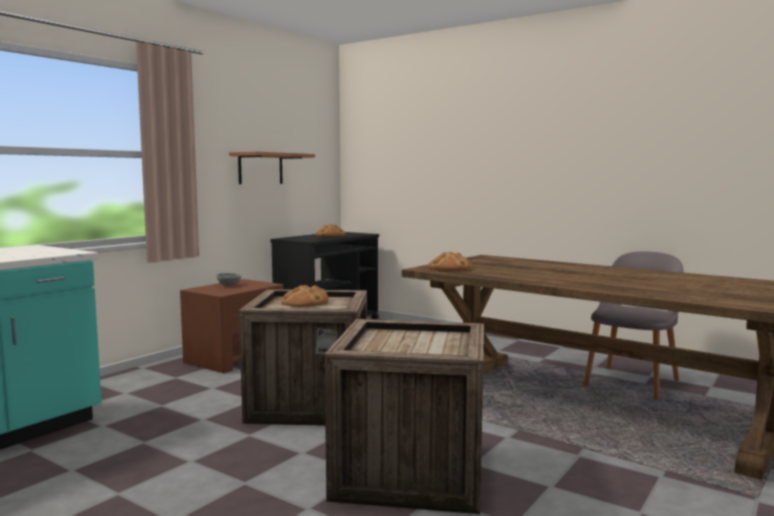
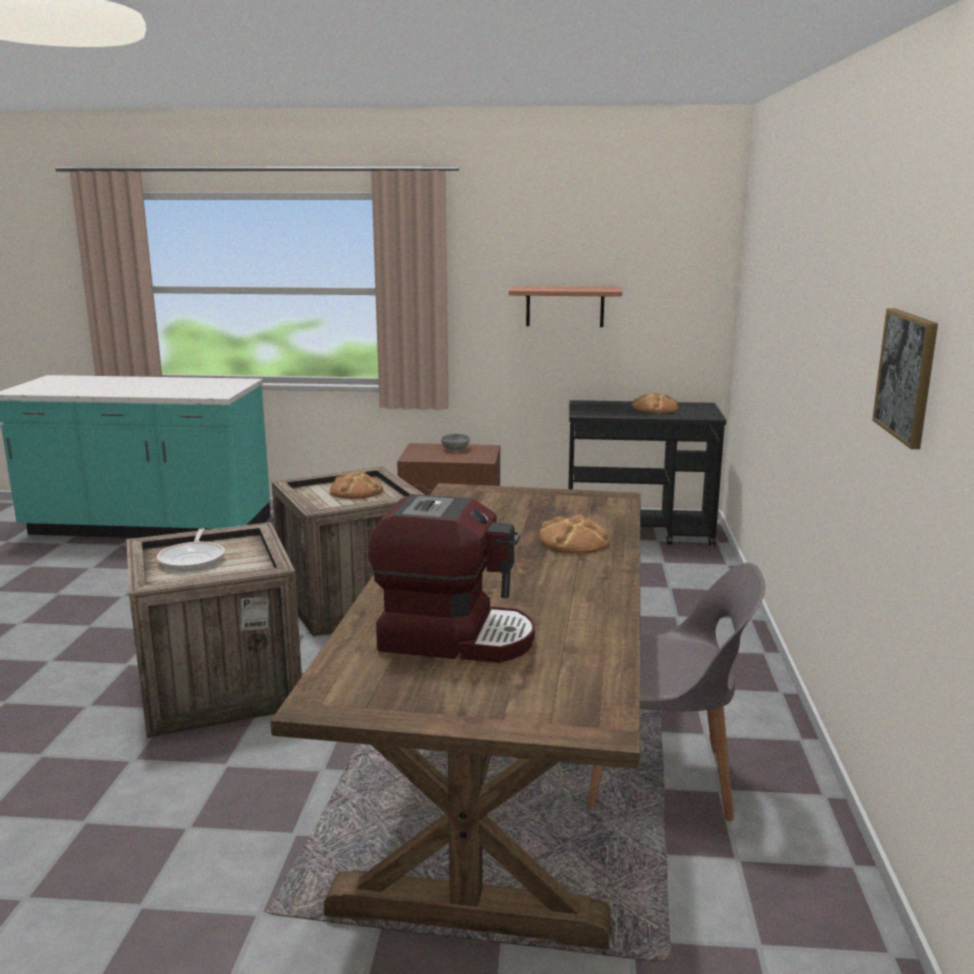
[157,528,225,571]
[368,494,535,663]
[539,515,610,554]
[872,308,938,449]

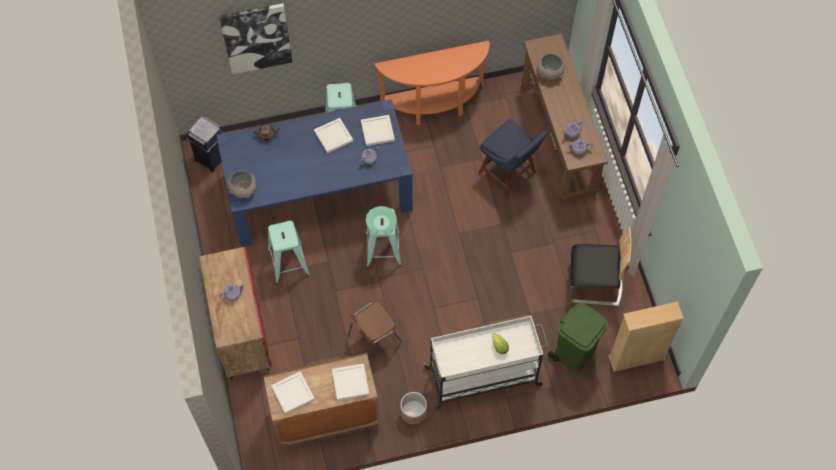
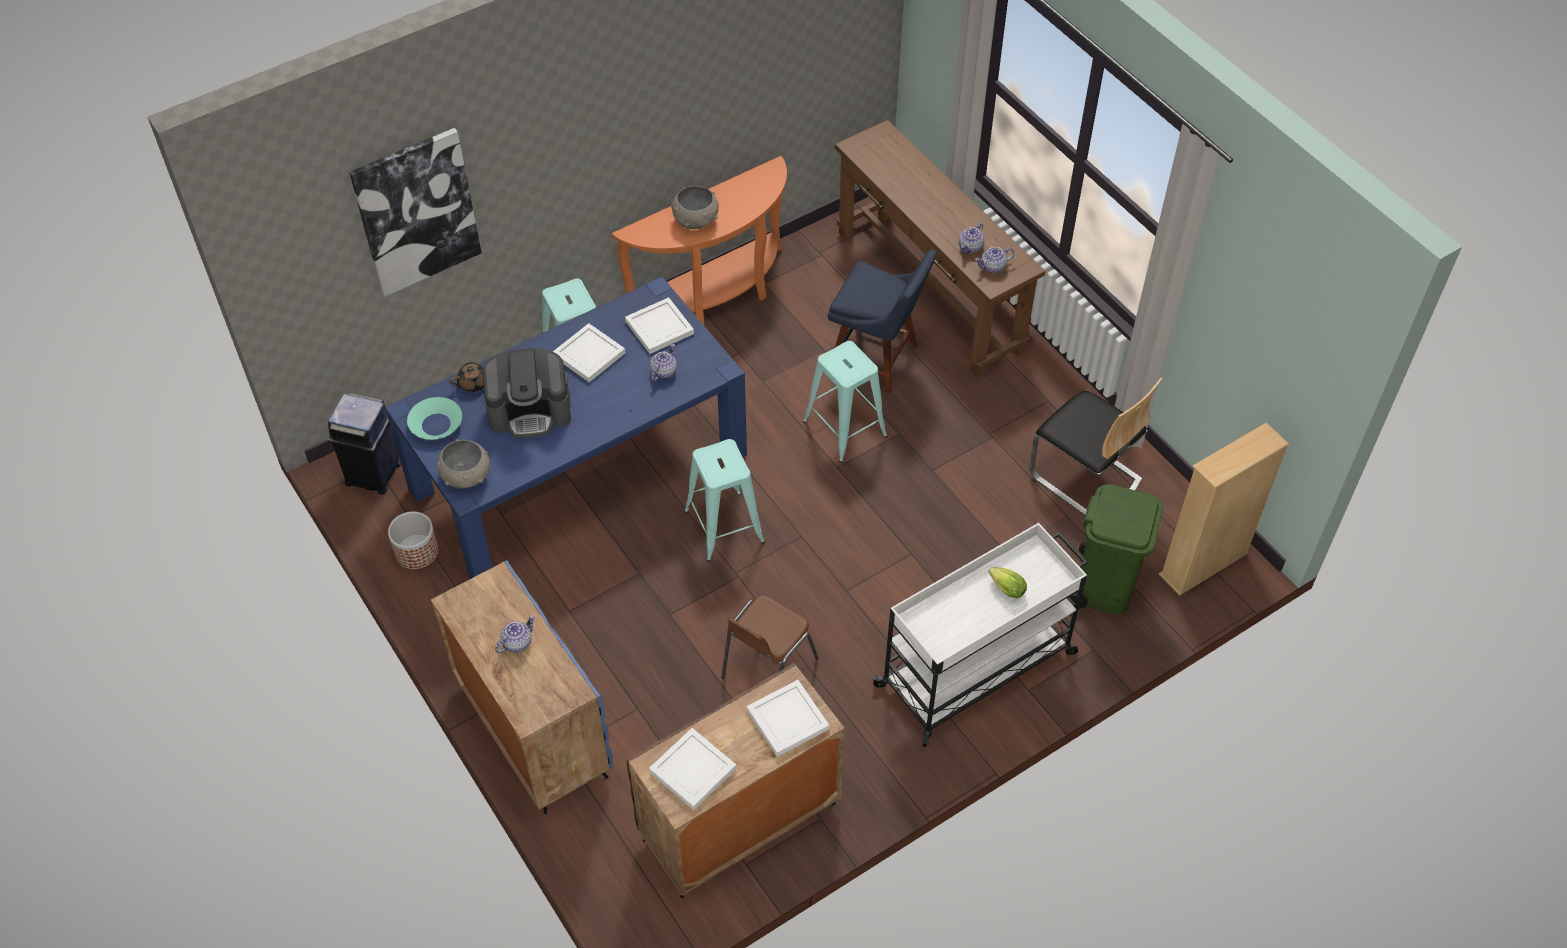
[388,511,439,570]
[407,397,462,440]
[431,560,613,814]
[483,348,571,438]
[671,186,719,229]
[803,341,887,463]
[1029,378,1162,516]

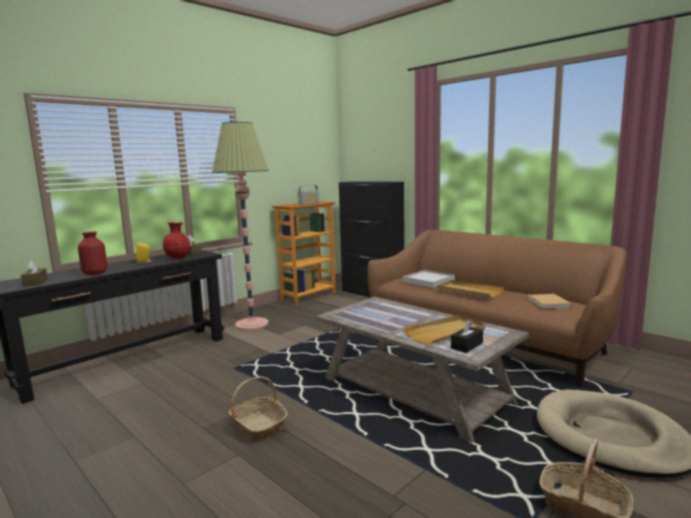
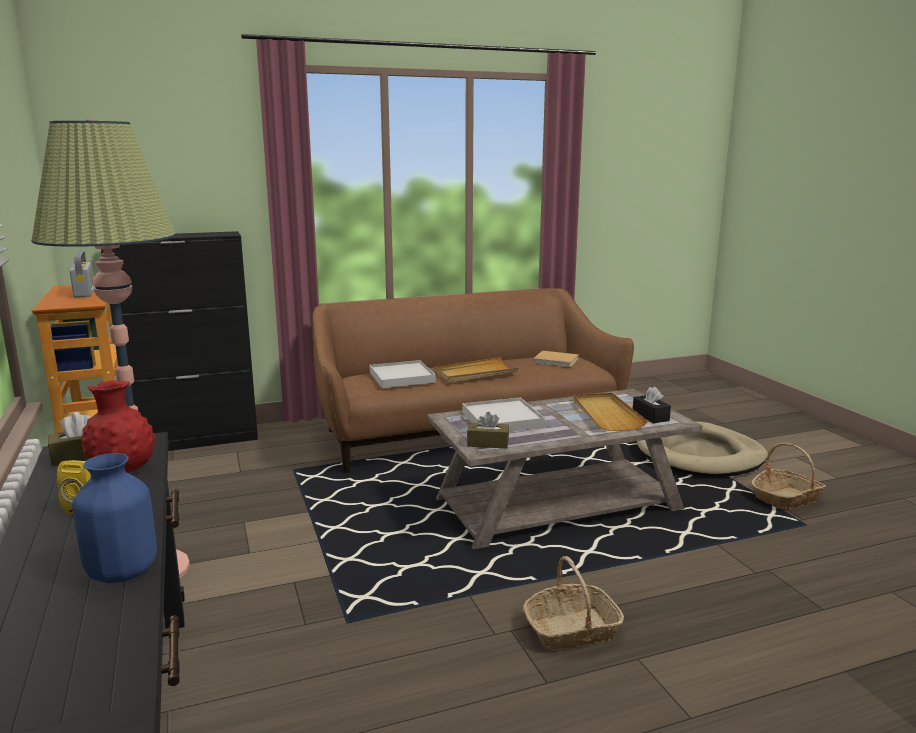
[72,453,157,583]
[462,397,545,431]
[467,412,509,448]

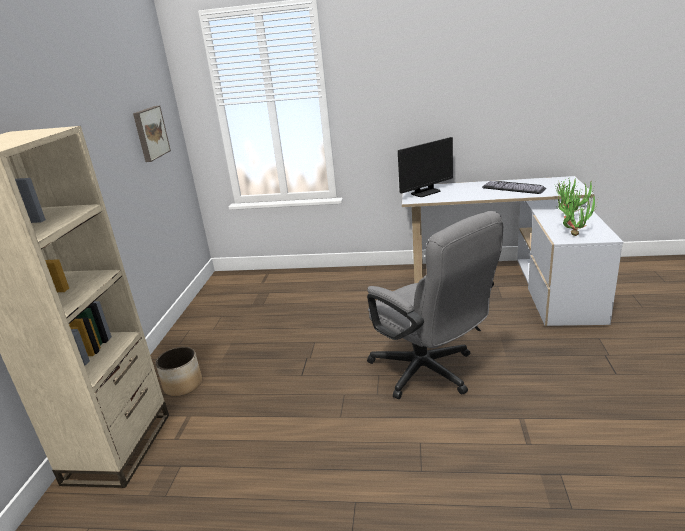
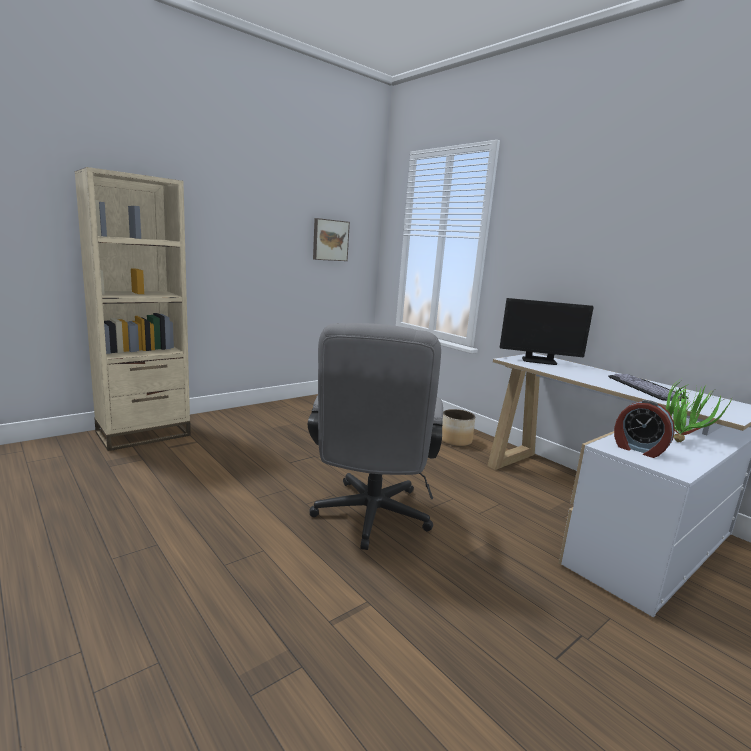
[442,409,475,446]
[614,400,675,458]

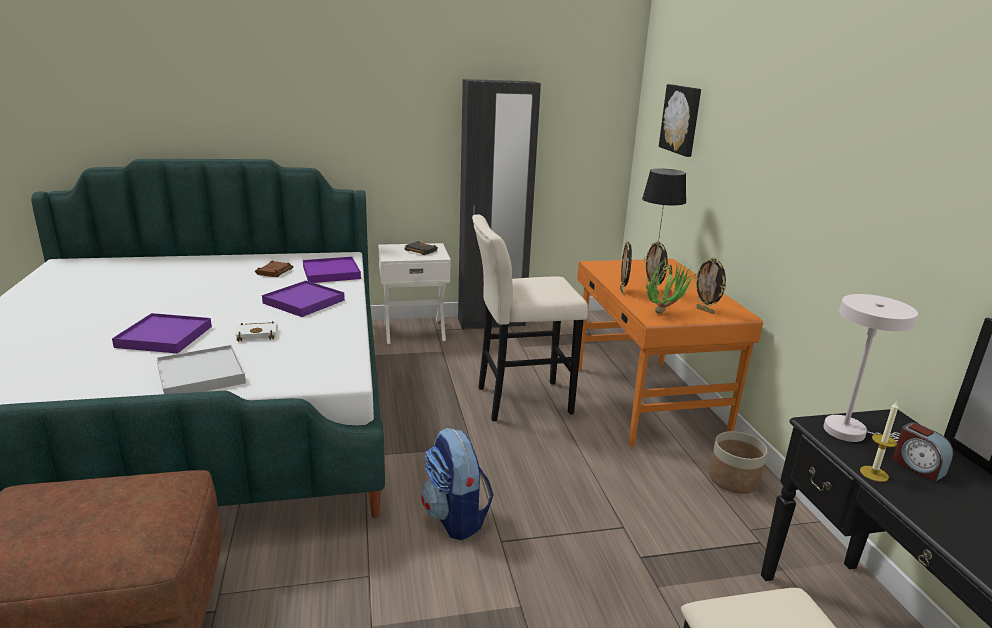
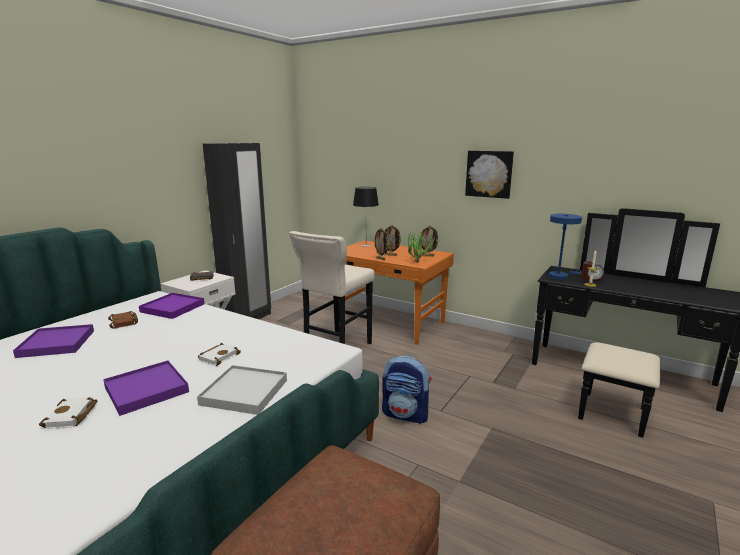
[13,324,94,358]
[39,397,98,429]
[465,151,514,199]
[549,214,582,280]
[709,431,768,494] (first image)

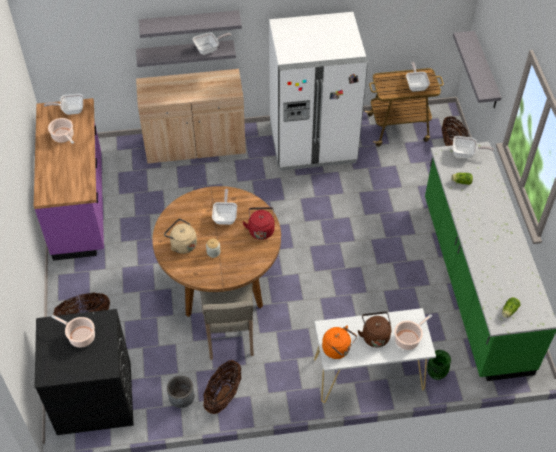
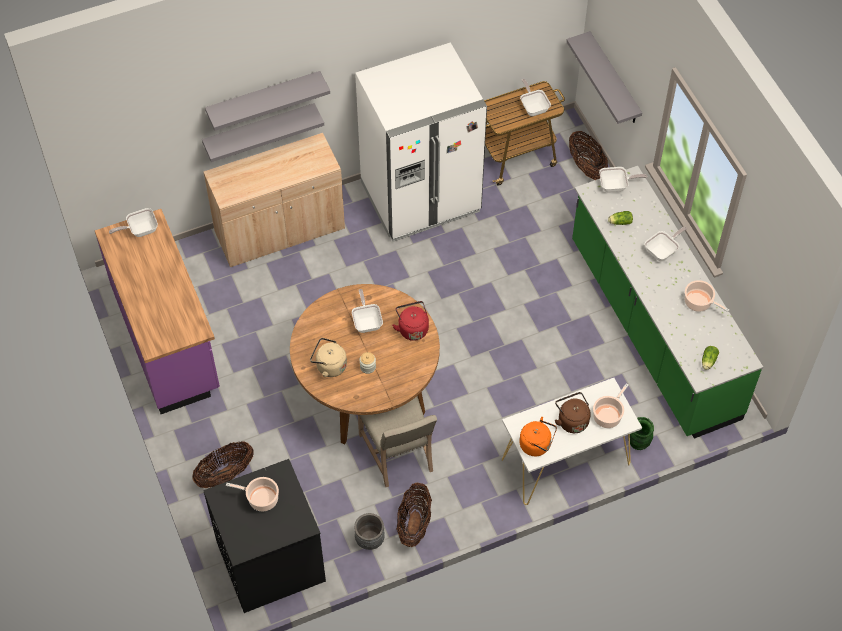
[645,226,687,261]
[684,280,729,312]

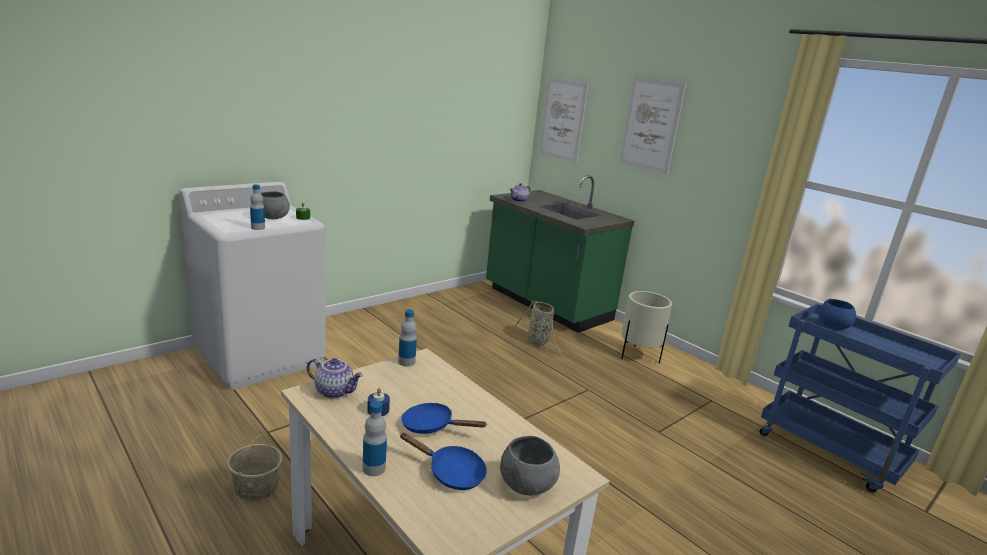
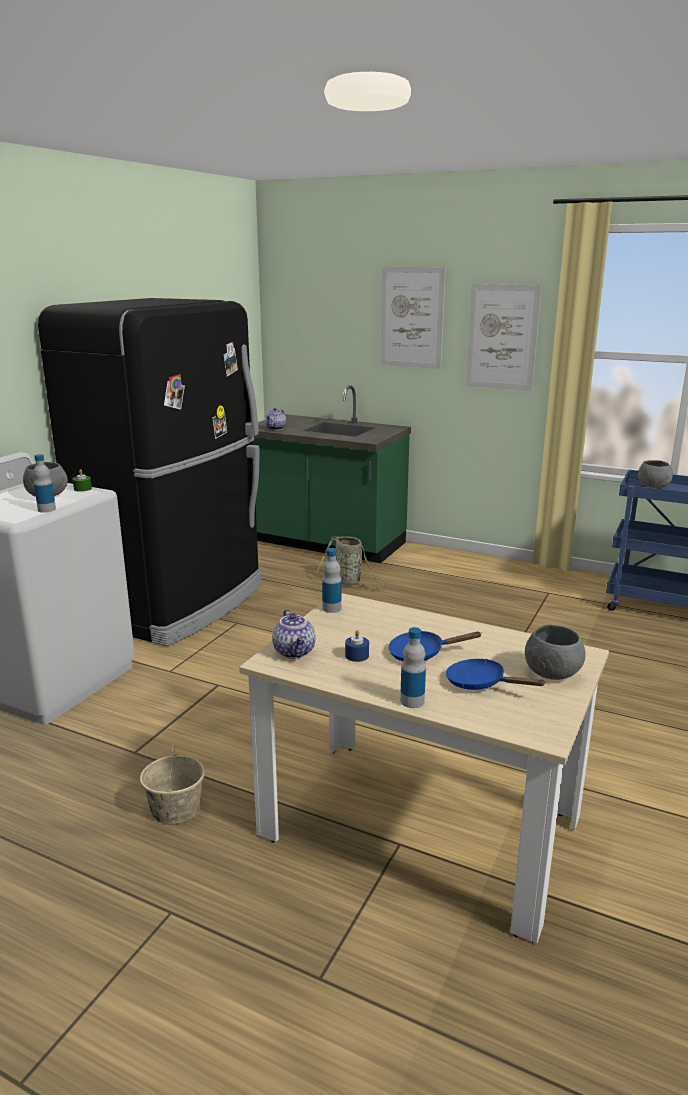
[38,298,261,646]
[272,609,316,659]
[446,659,545,690]
[466,284,542,391]
[638,460,673,488]
[621,291,672,364] (first image)

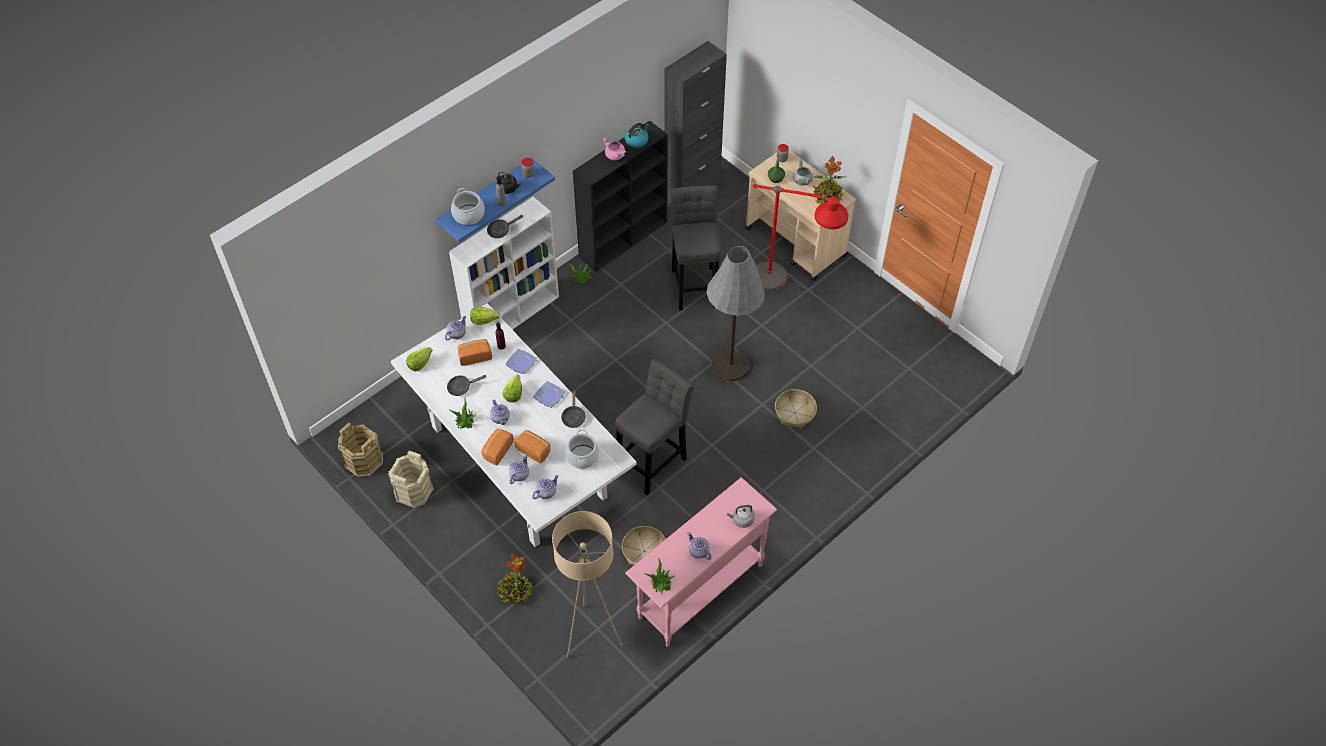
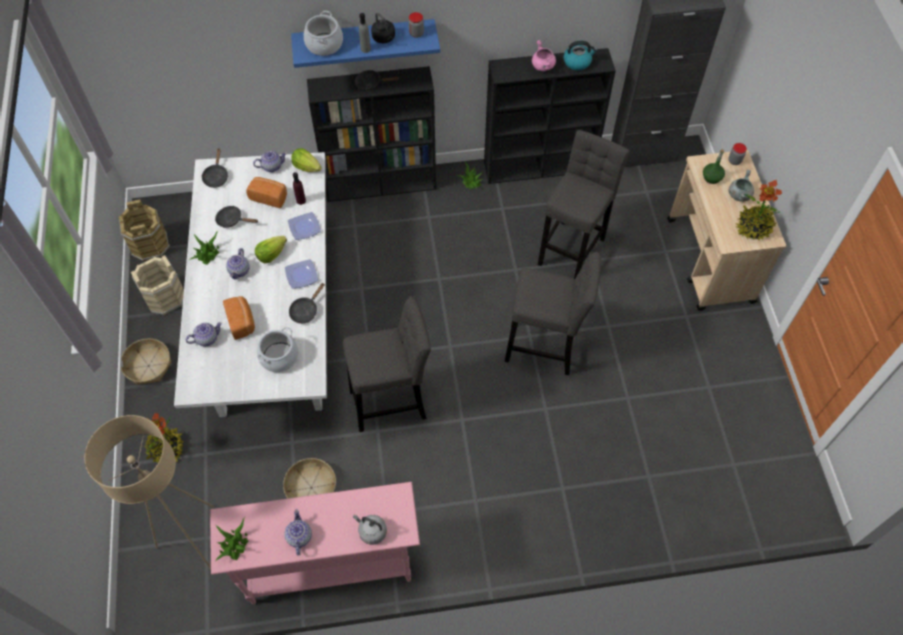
[121,339,171,385]
[201,148,228,188]
[307,66,436,202]
[505,252,601,375]
[481,429,514,466] (first image)
[532,475,559,499] (first image)
[753,184,848,291] (first image)

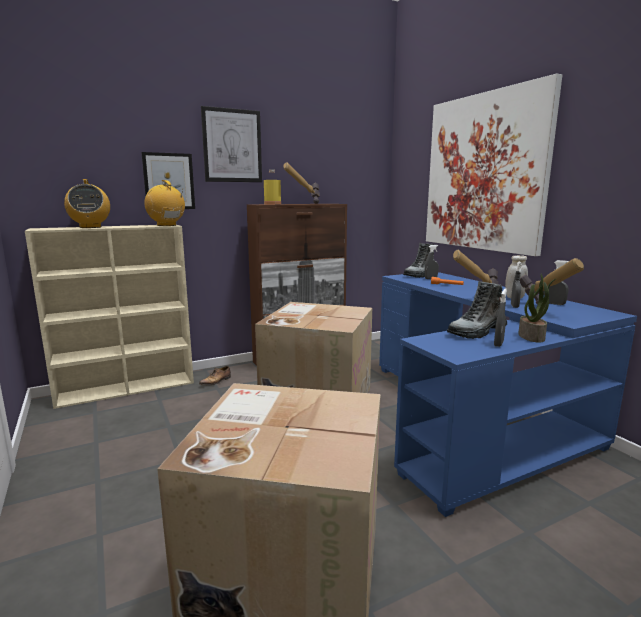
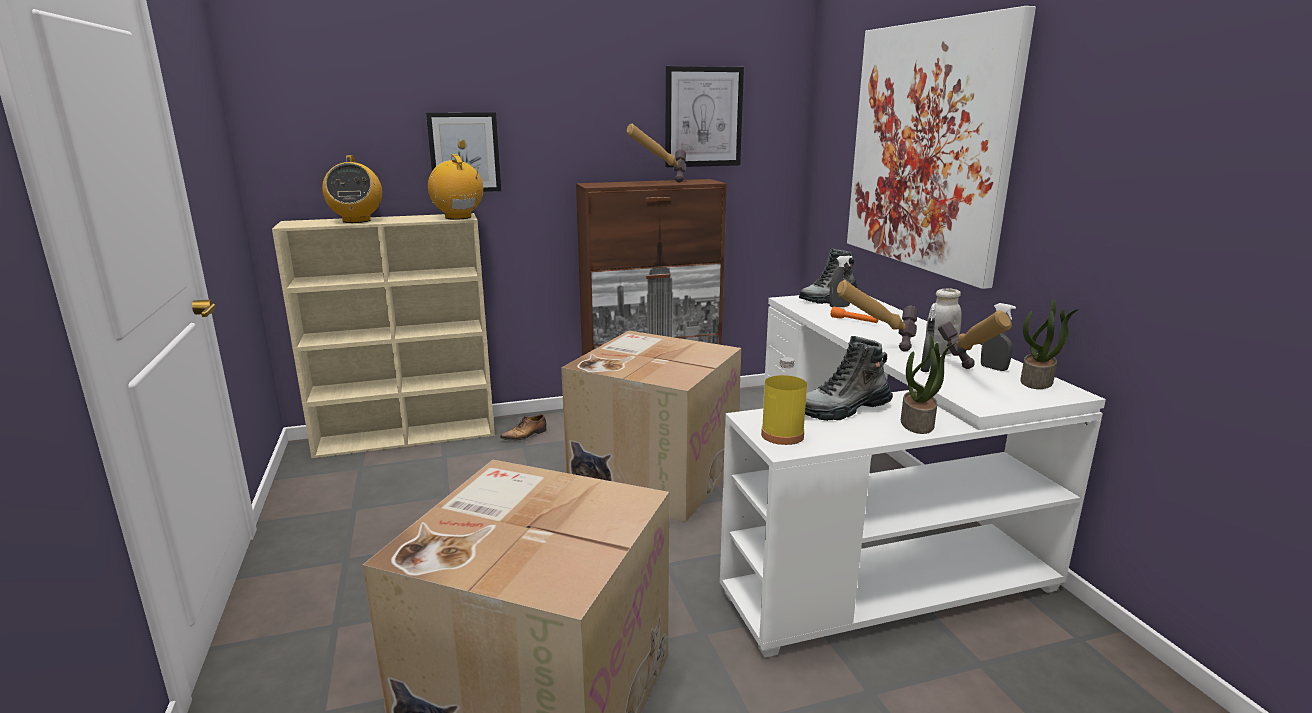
[665,66,744,167]
[720,295,1106,658]
[761,357,807,445]
[1020,299,1079,389]
[494,288,507,347] (first image)

